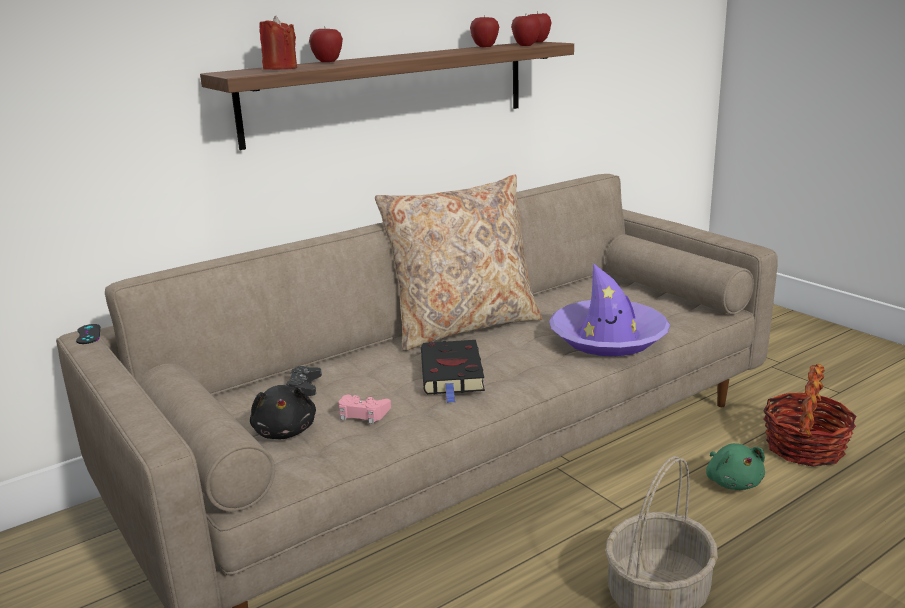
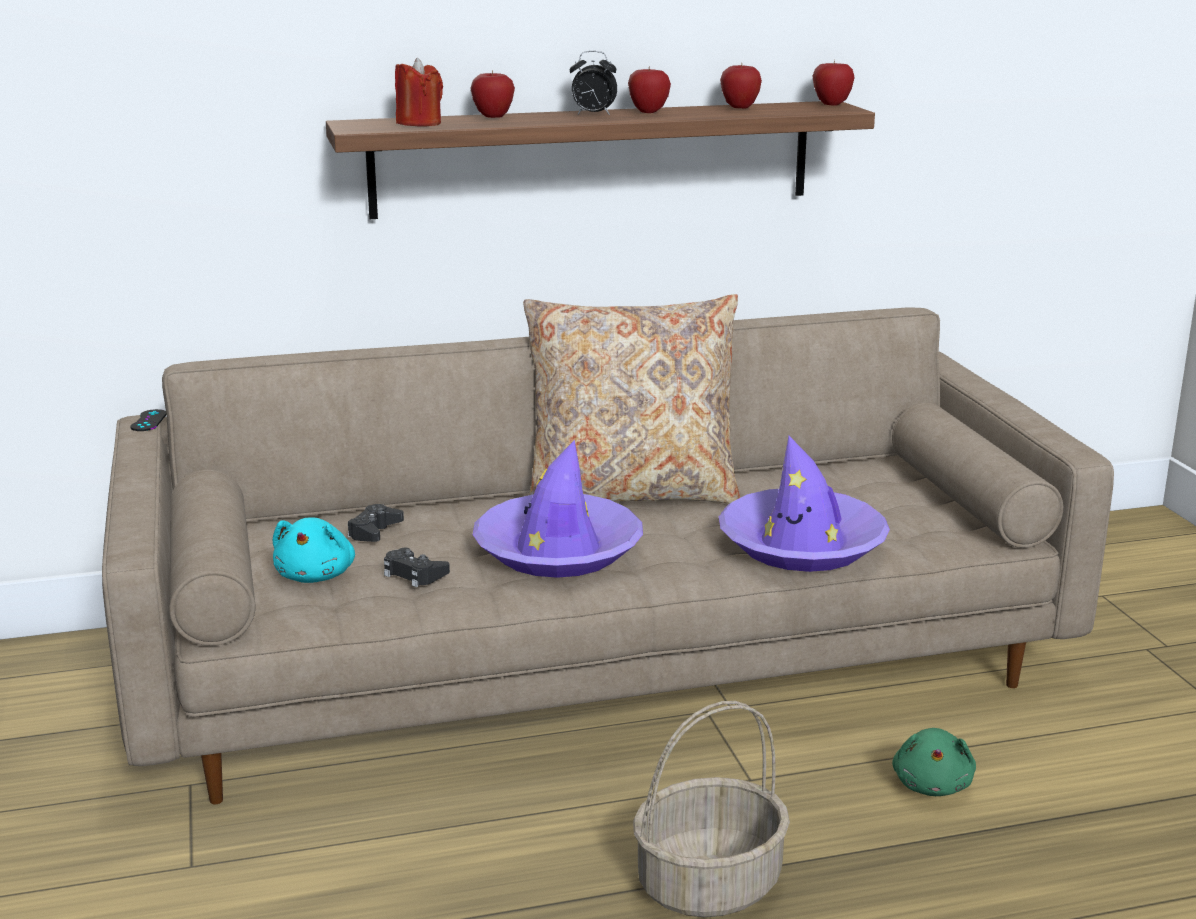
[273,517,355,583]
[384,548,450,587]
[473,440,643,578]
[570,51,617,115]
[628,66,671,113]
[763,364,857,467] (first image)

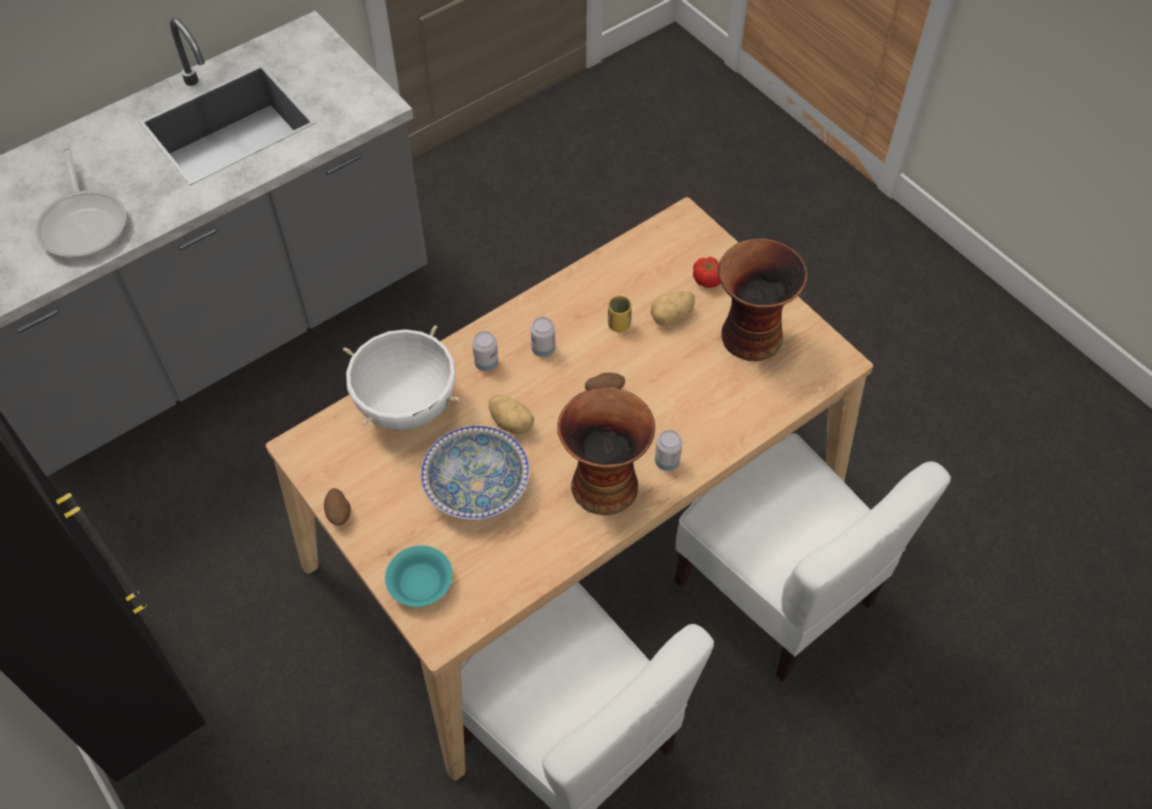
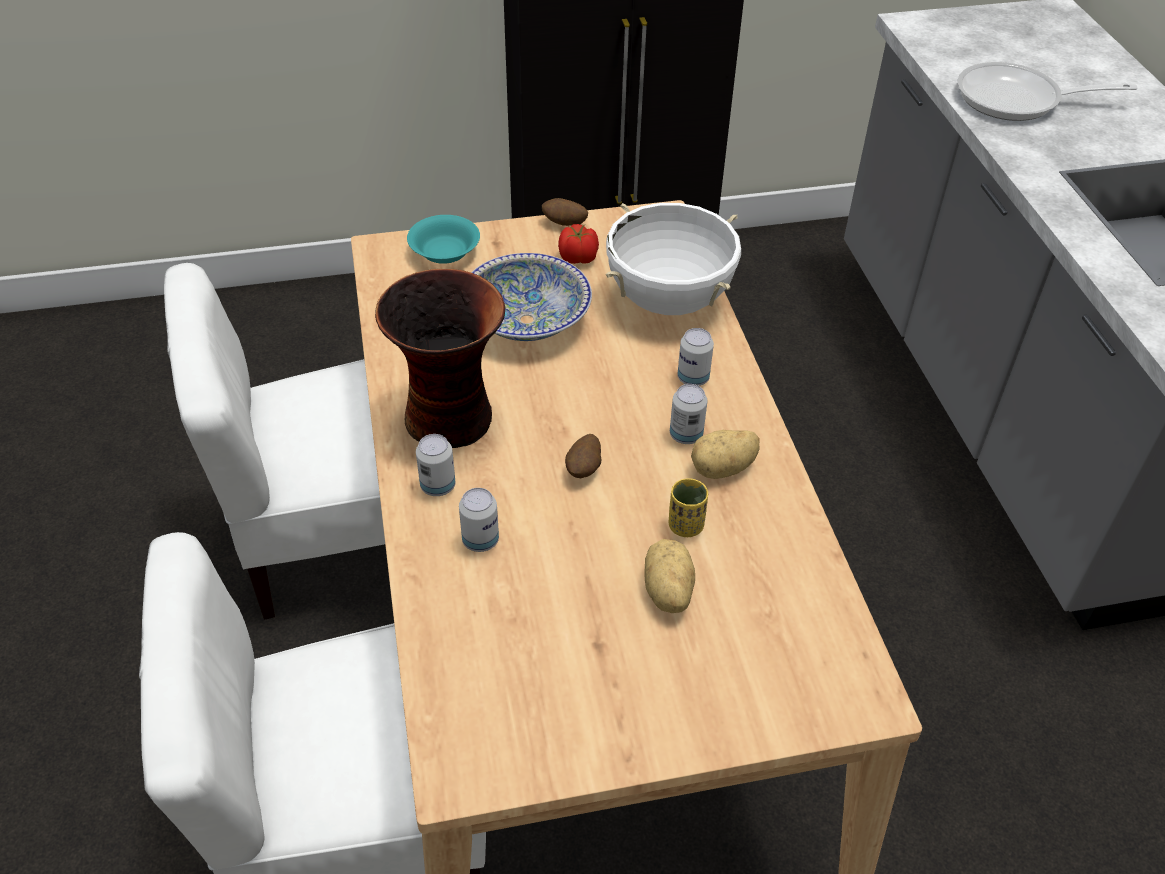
[459,488,499,552]
[558,224,599,264]
[691,430,760,479]
[718,238,807,361] (first image)

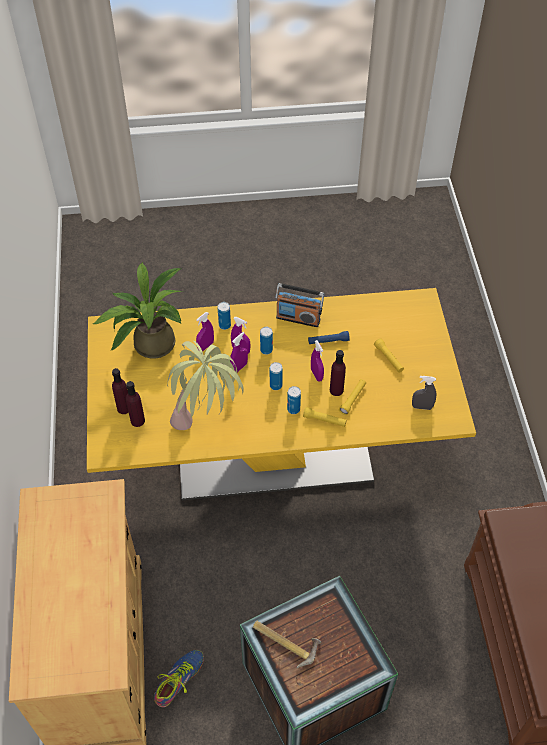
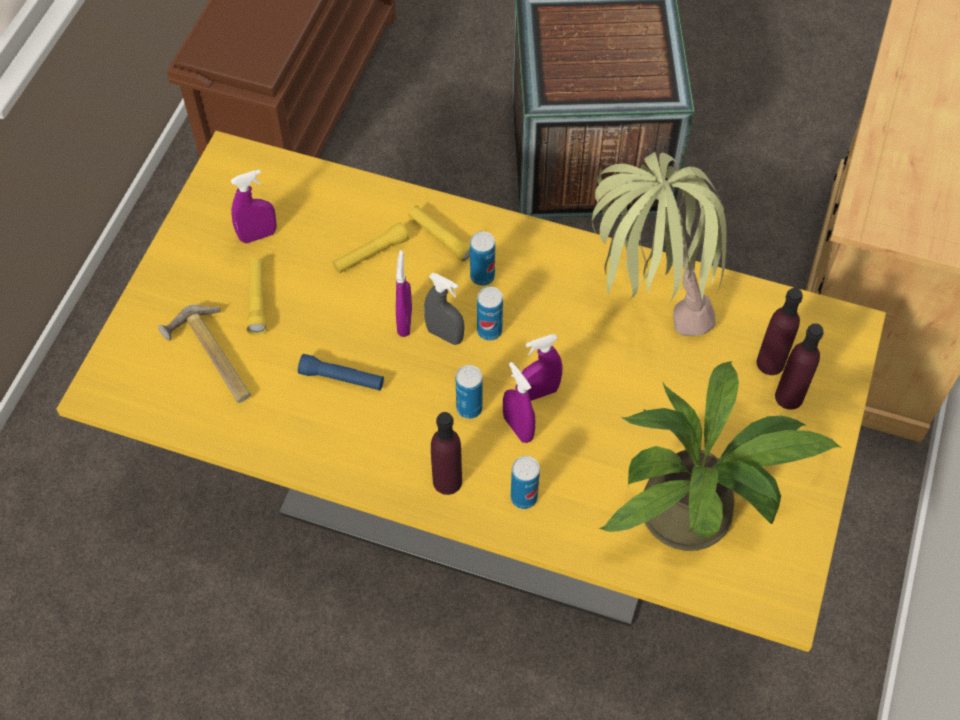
[158,305,251,403]
[231,169,277,243]
[424,273,464,345]
[431,412,462,495]
[154,650,204,707] (first image)
[275,283,324,327] (first image)

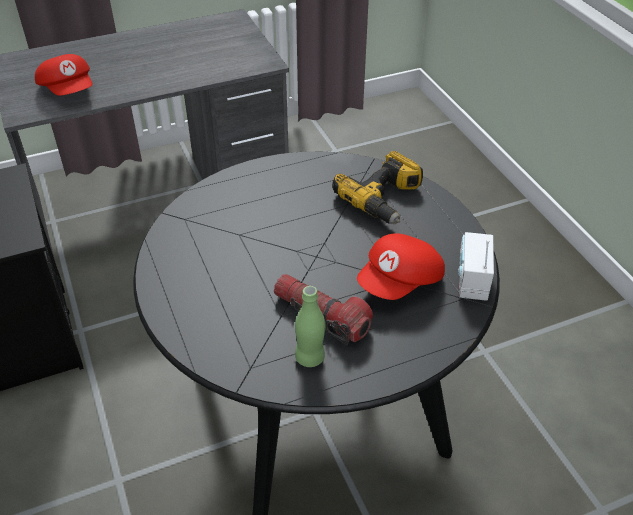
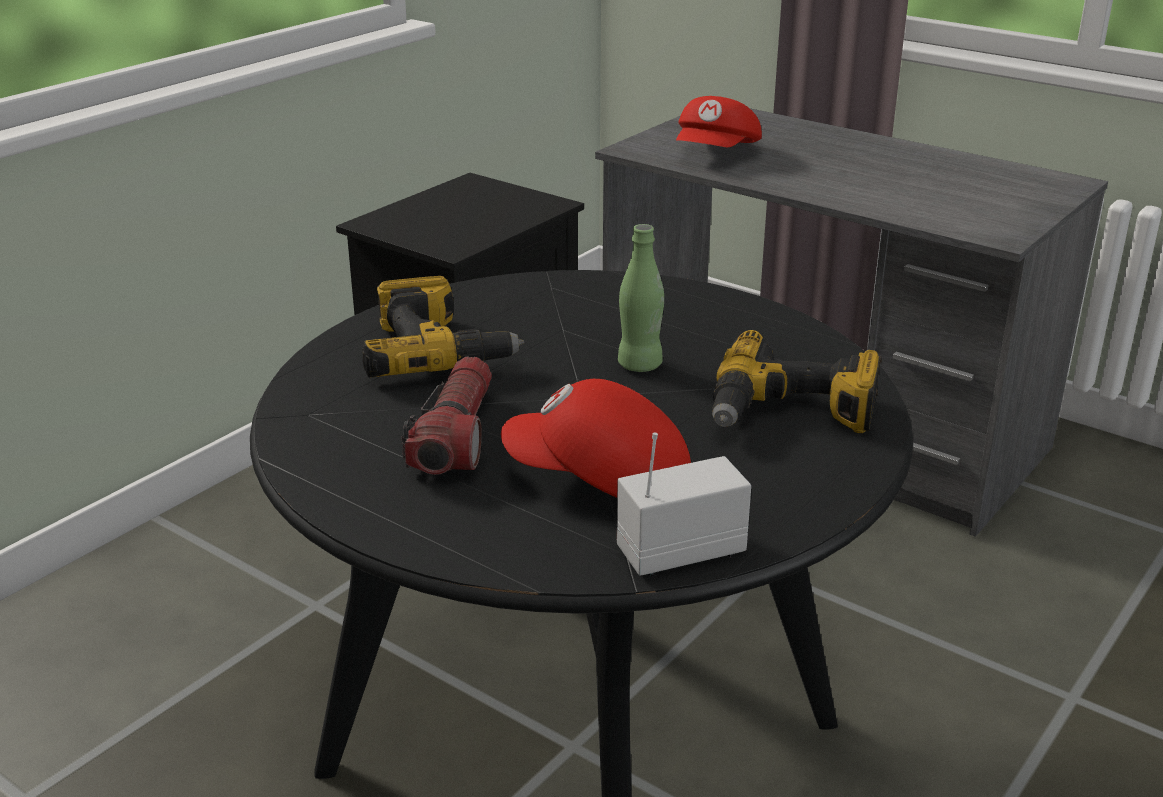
[362,276,524,378]
[618,224,664,372]

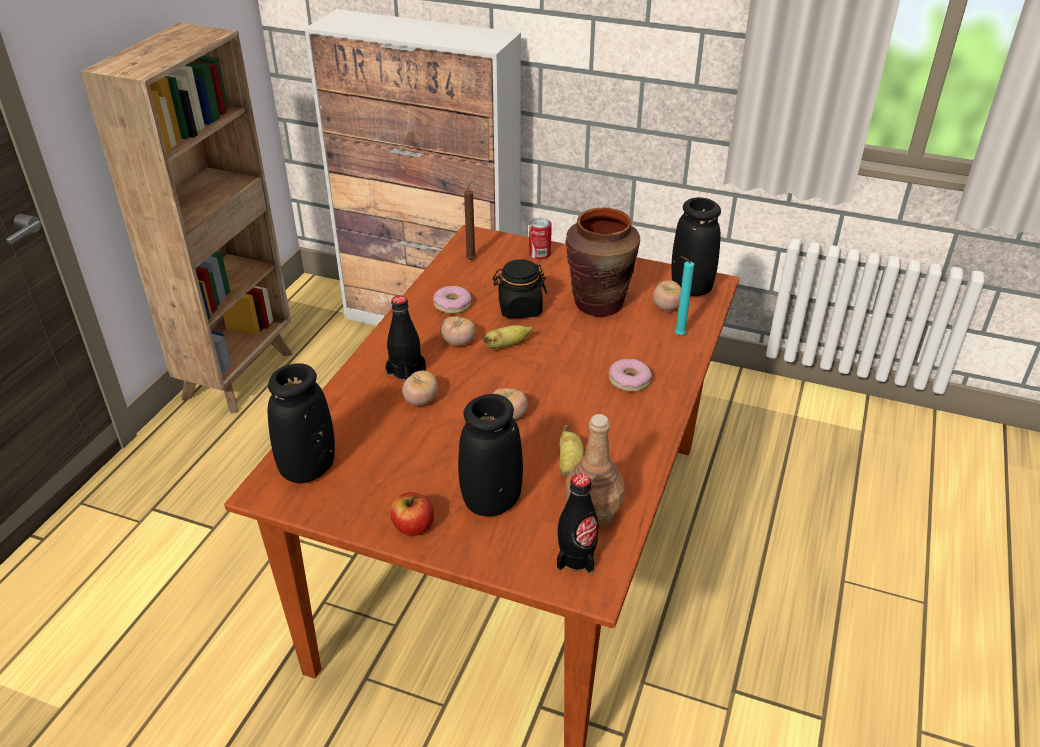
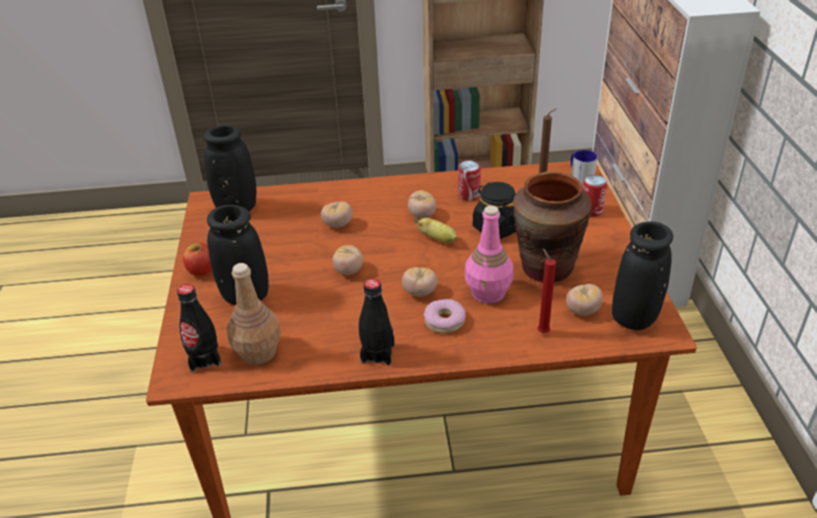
[359,279,395,366]
[402,267,438,297]
[458,160,481,201]
[465,205,513,303]
[538,248,556,333]
[570,150,597,186]
[559,425,584,477] (first image)

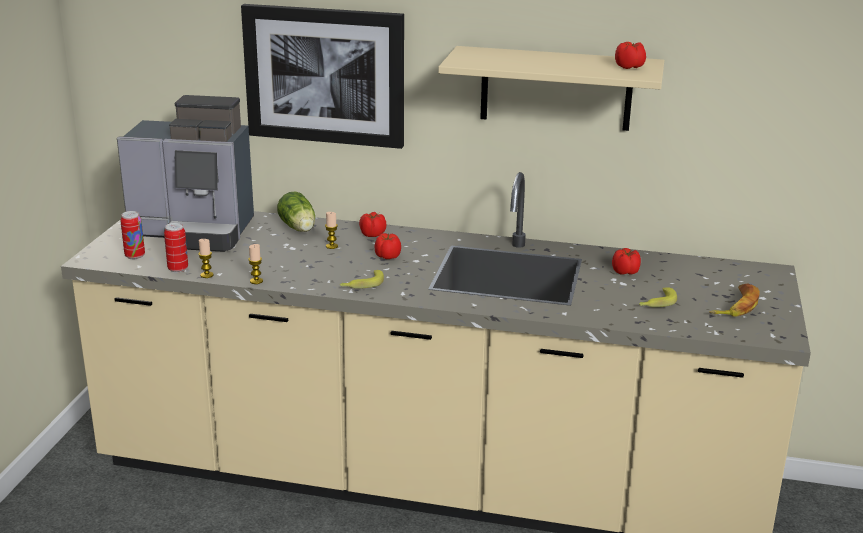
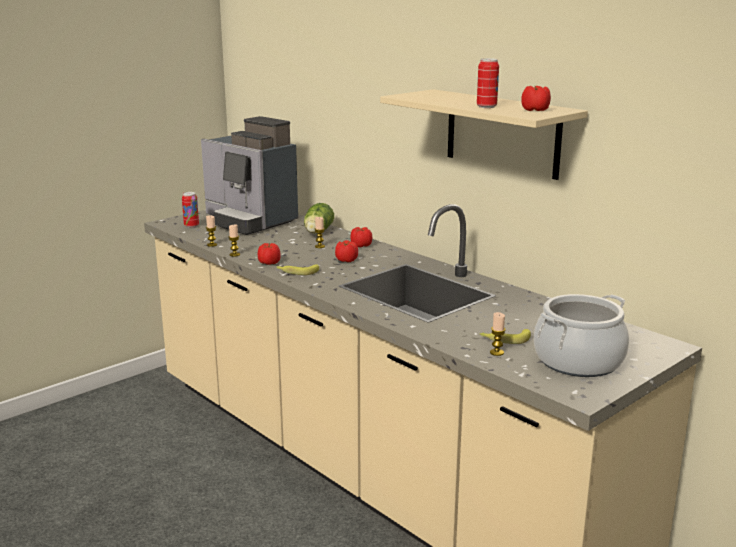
[258,243,281,265]
[477,58,499,108]
[490,312,506,356]
[534,294,629,377]
[241,4,404,149] (first image)

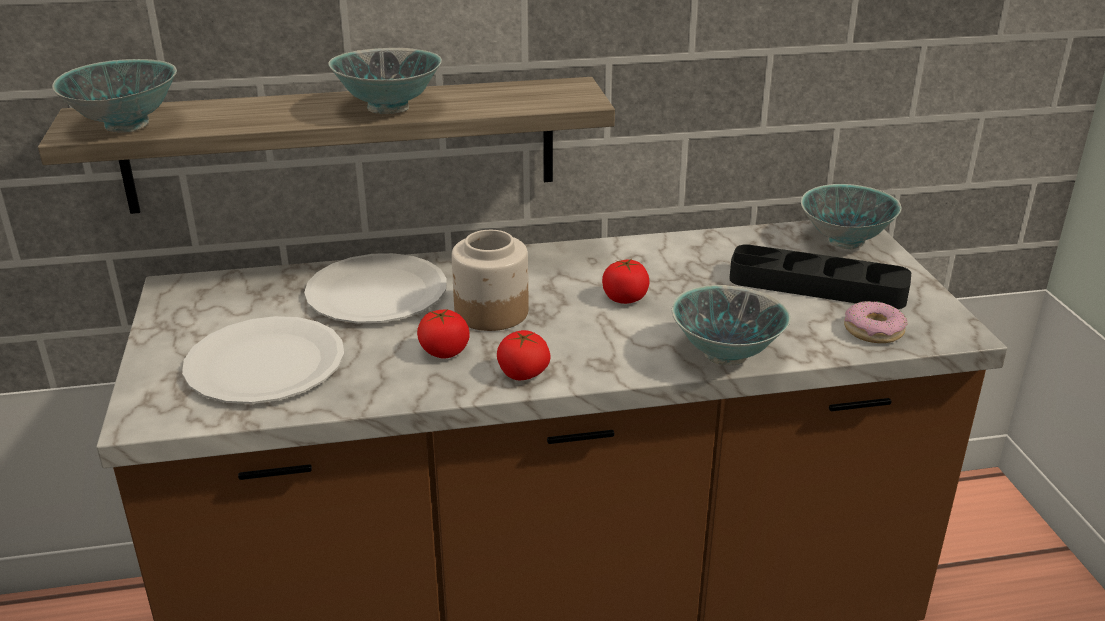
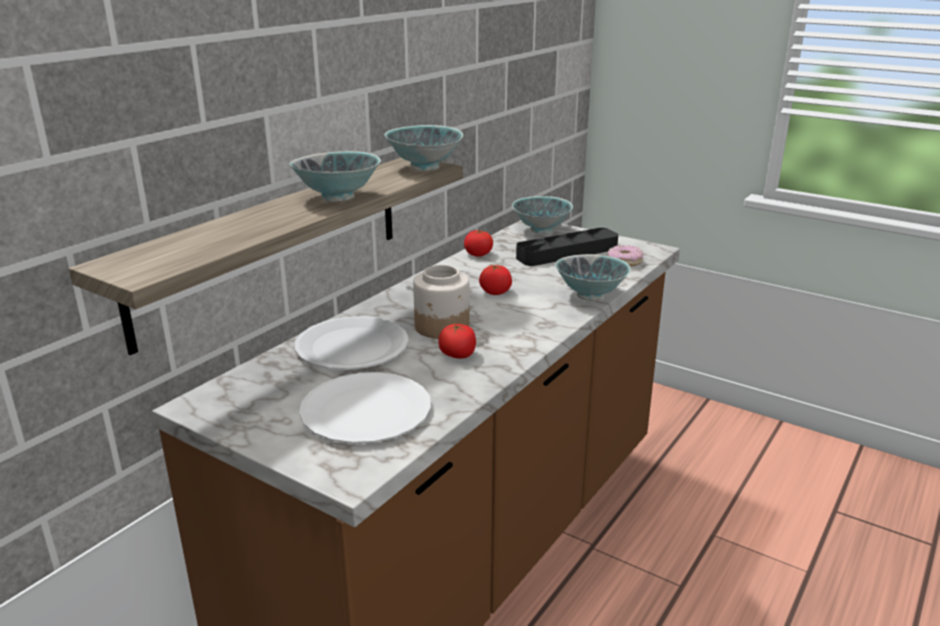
[384,125,463,171]
[464,230,493,257]

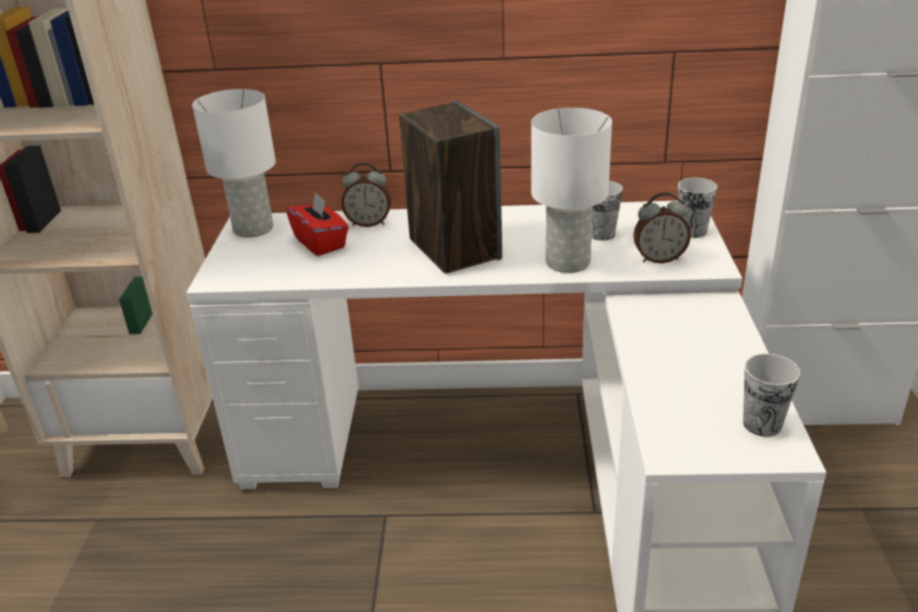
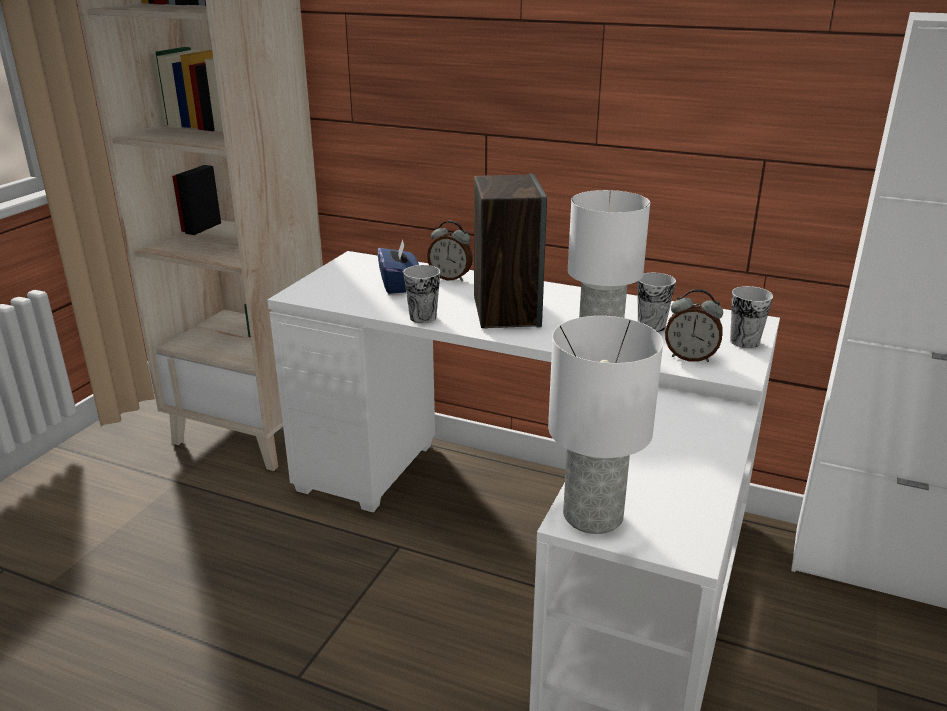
[377,239,419,294]
[403,265,440,323]
[548,316,663,534]

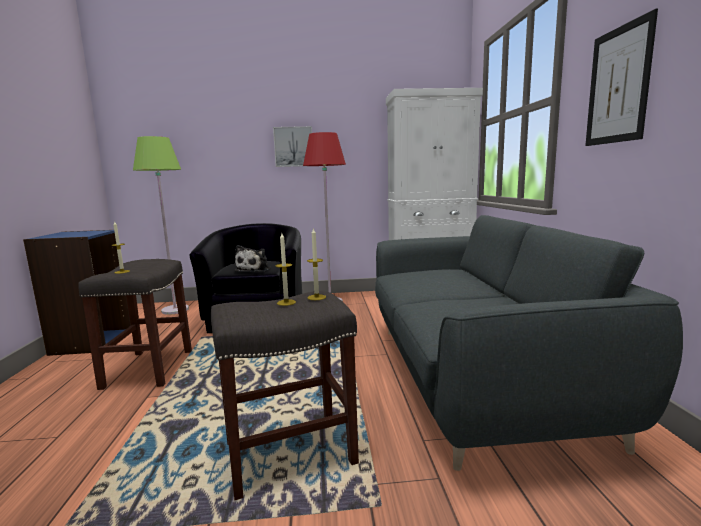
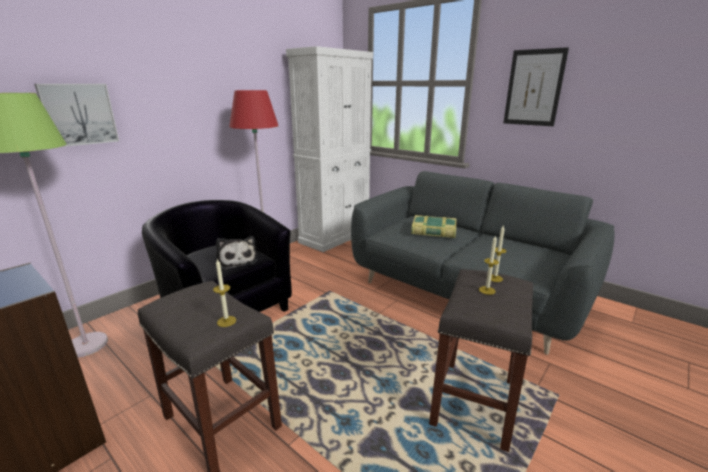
[34,84,119,147]
[411,215,456,238]

